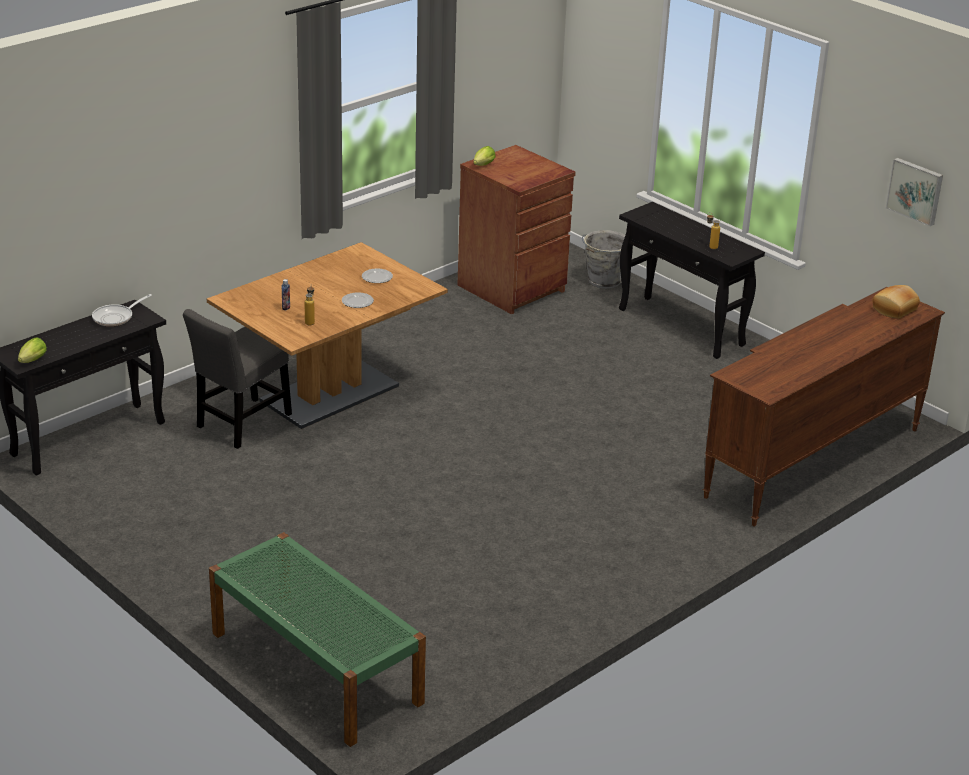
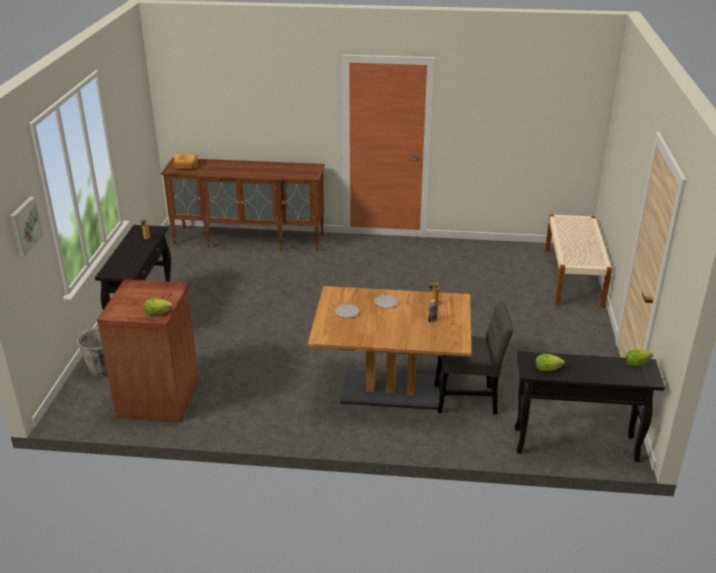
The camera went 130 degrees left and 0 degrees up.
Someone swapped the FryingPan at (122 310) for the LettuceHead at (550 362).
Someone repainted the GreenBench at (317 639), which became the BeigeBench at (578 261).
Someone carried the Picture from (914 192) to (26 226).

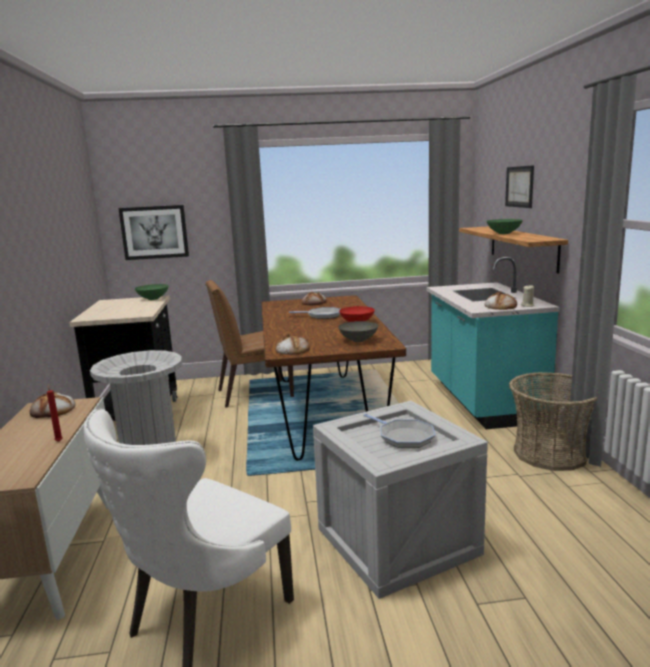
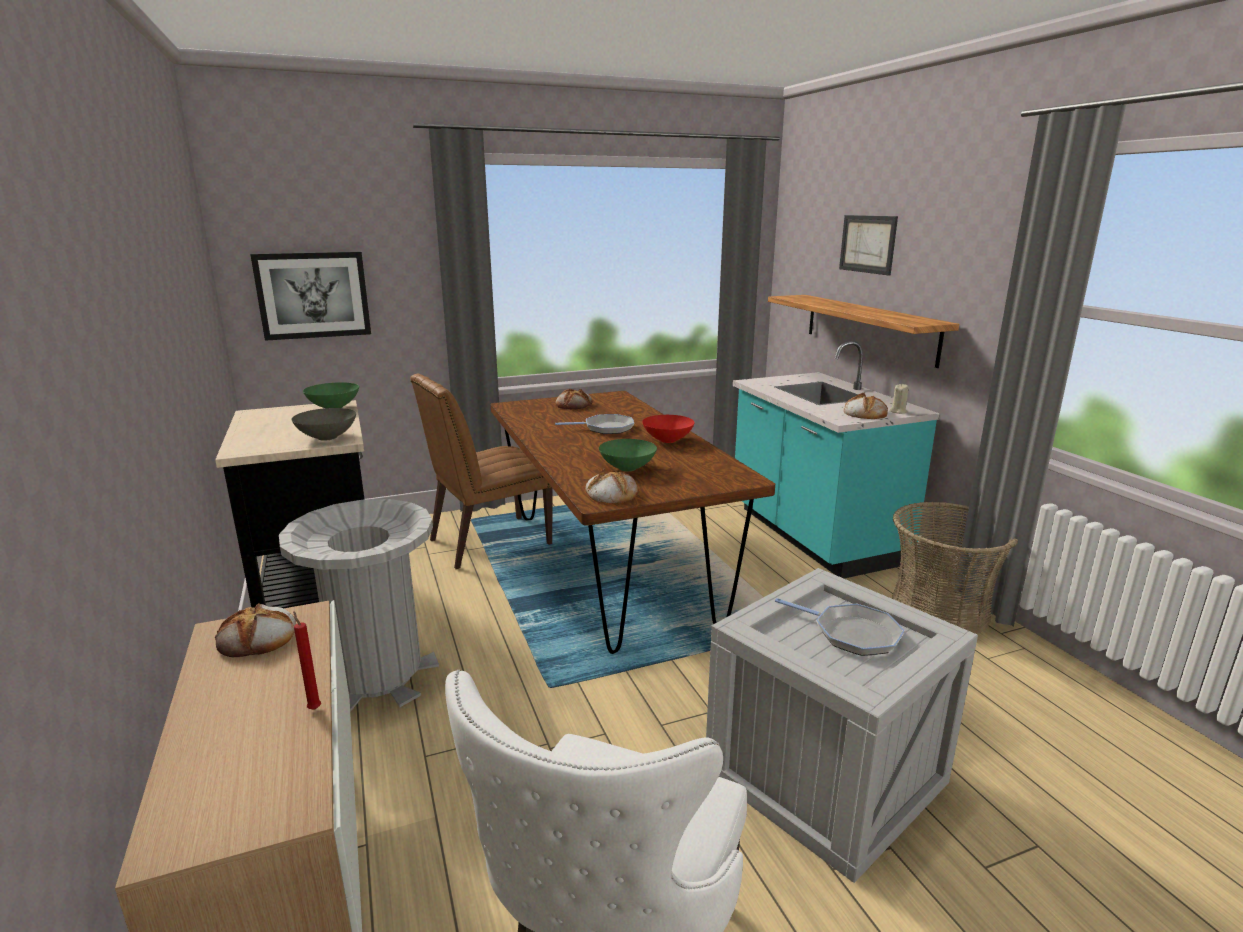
The camera went 15 degrees left and 5 degrees up.
Someone carried the GreyishDeepDish from (358 331) to (323 424).
Someone carried the GreenDeepDish from (505 226) to (628 455).

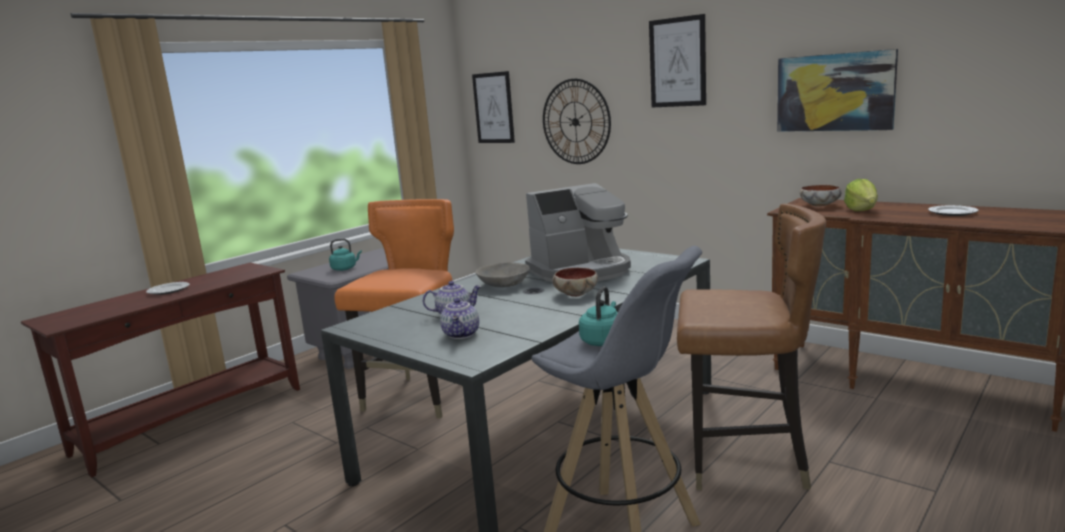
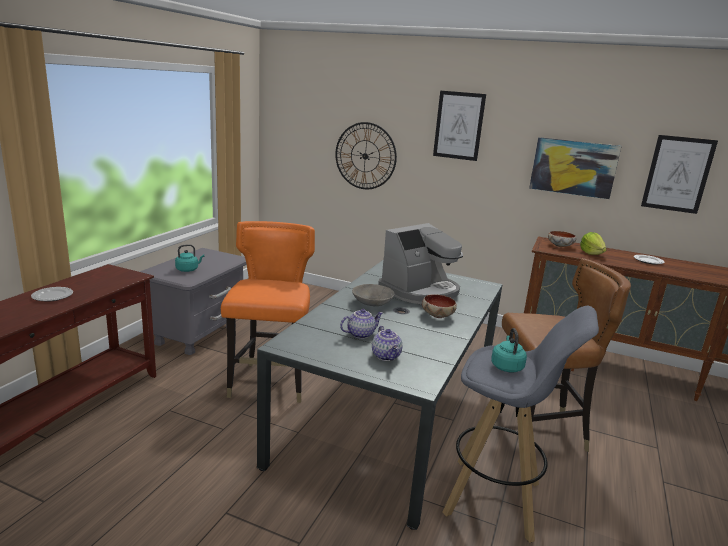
The camera went 20 degrees left and 5 degrees up.
Someone carried the Picture from (493 107) to (679 174).

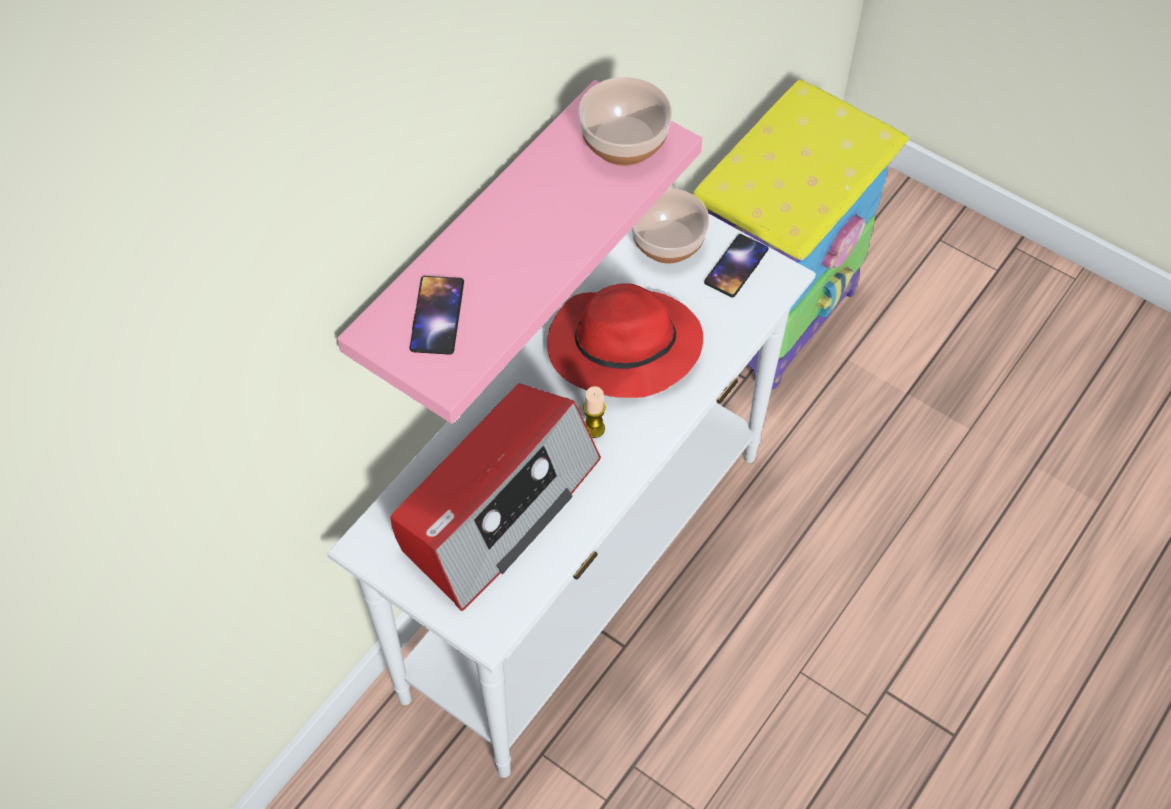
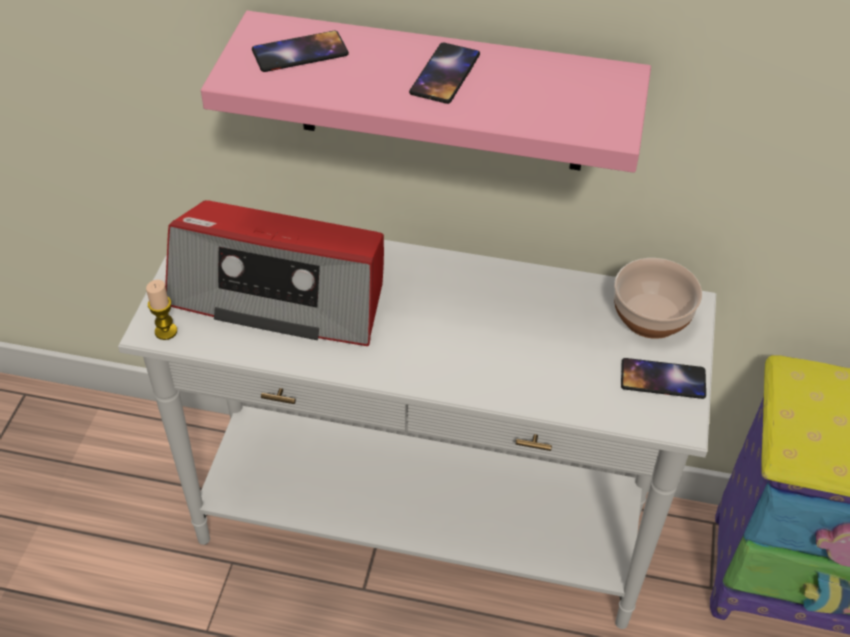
The camera went 65 degrees right and 10 degrees down.
Someone took away the RedColouredWearableHat at (625 340).
Someone took away the DeepDish at (625 121).
Someone carried the WaxLight from (594 412) to (161 309).
Someone put down the Handset at (444 73).

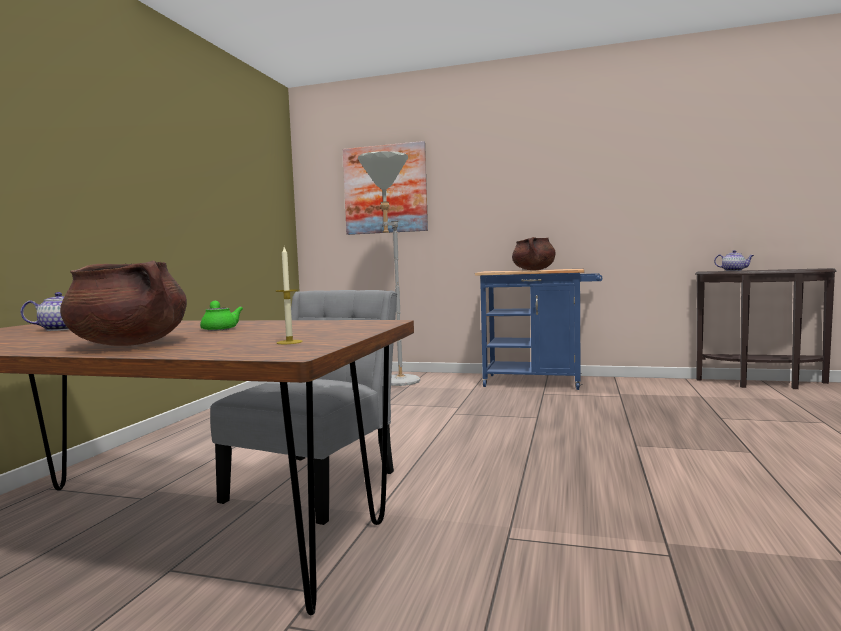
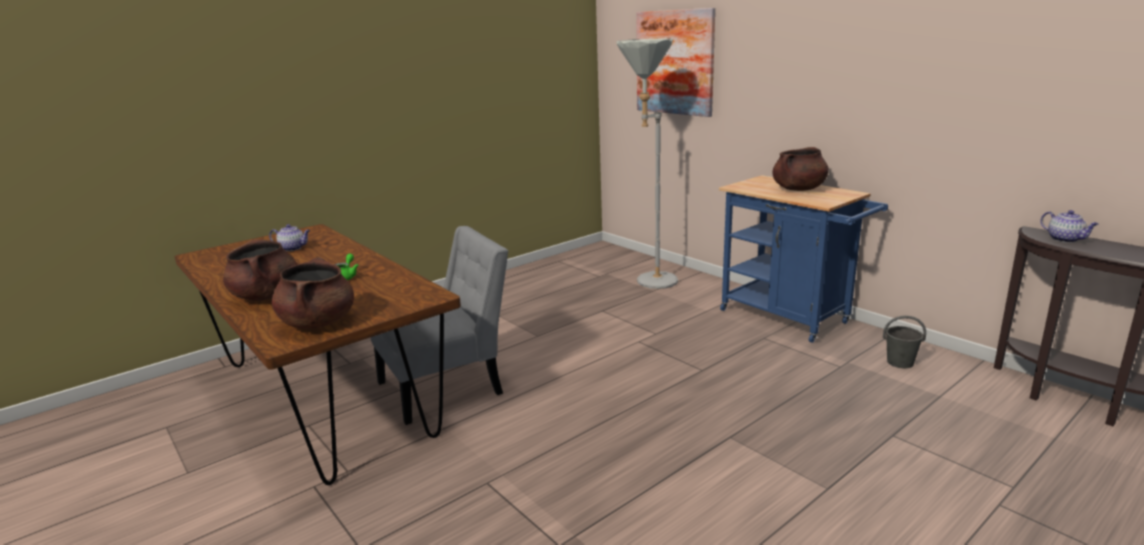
The camera went 35 degrees right and 15 degrees up.
Someone swapped the WaxLight at (289 295) for the BrownColouredCookingPot at (313 293).
Someone put down the GreyishWaterBucket at (904 342).

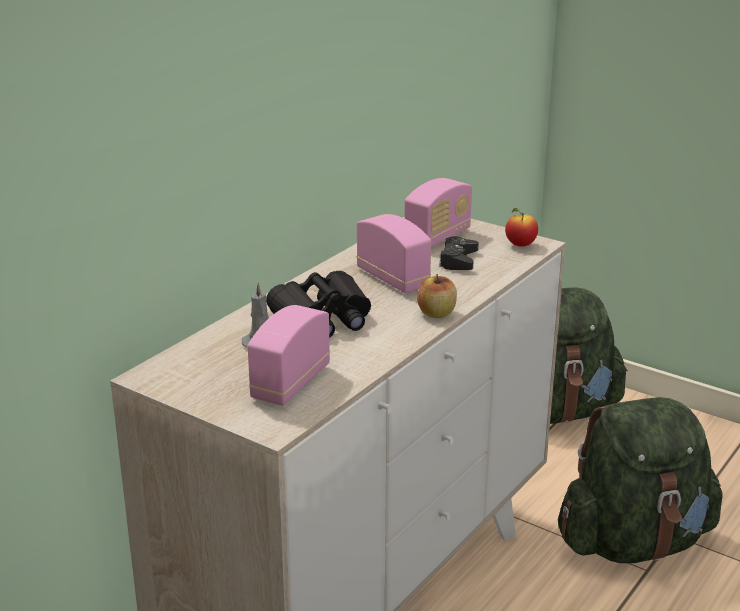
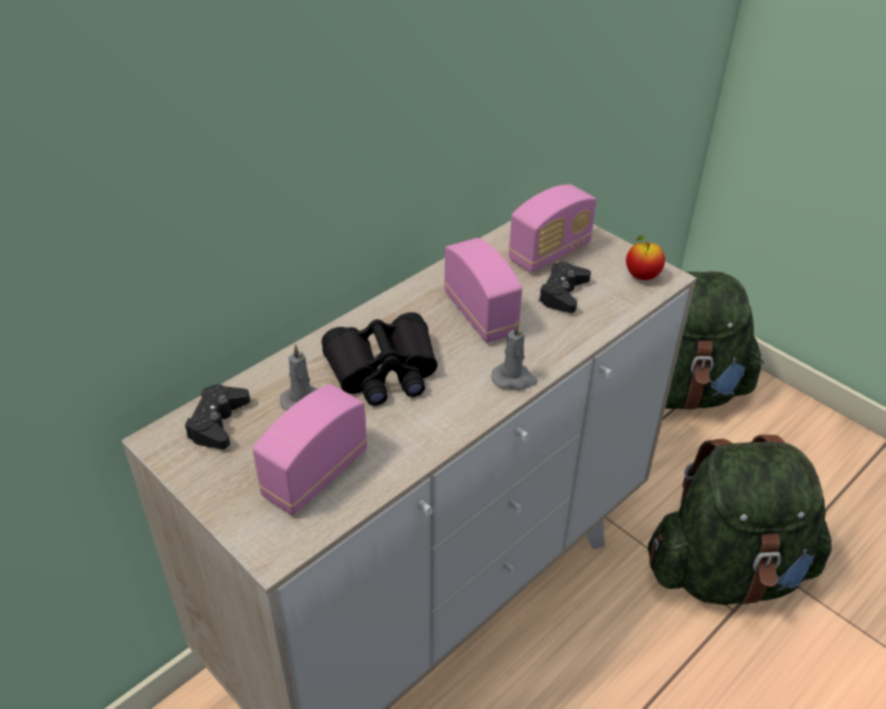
The camera went 10 degrees right and 15 degrees up.
Someone swapped the AppleFruit at (437 296) for the GreyishWaxLight at (514 355).
Someone put down the BlackGameController at (217 416).

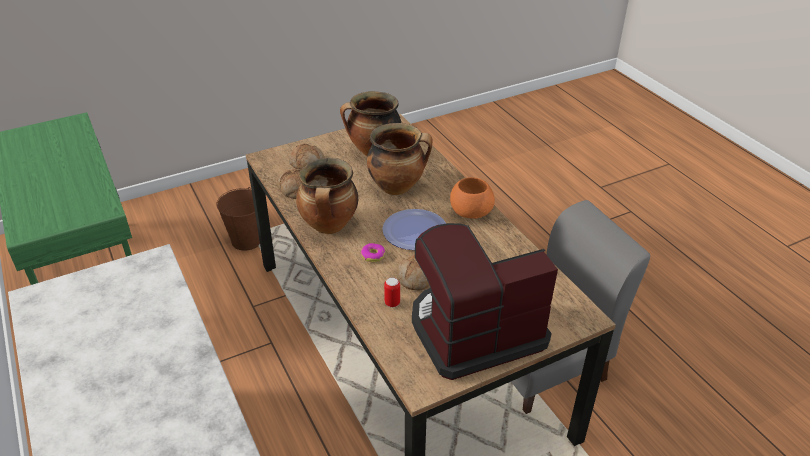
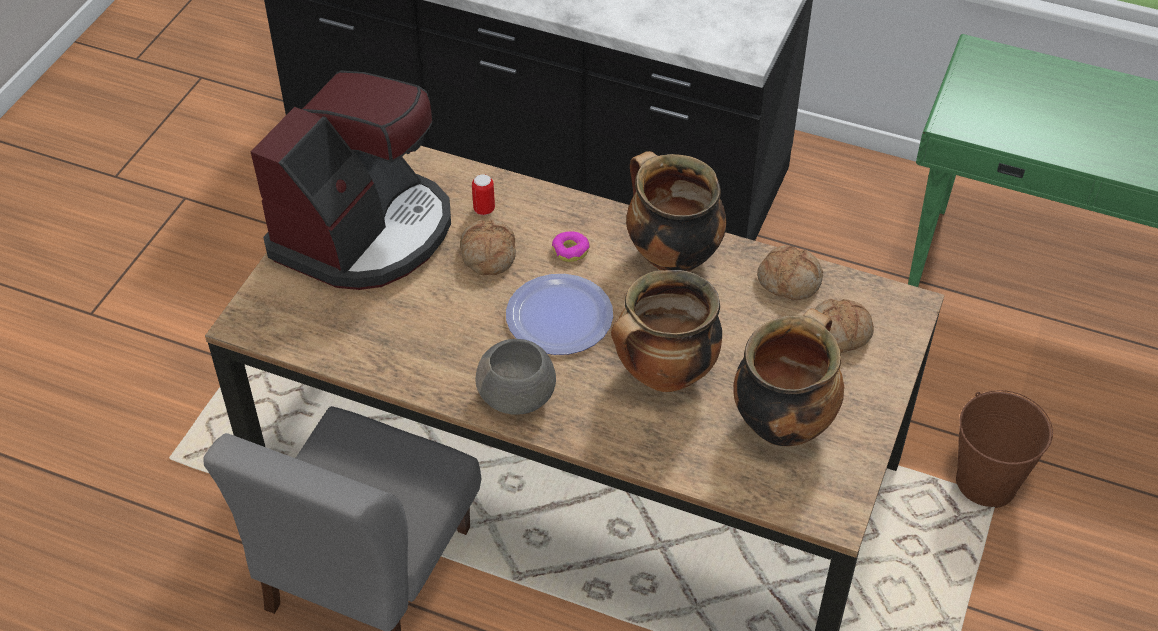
The camera went 140 degrees right and 10 degrees up.
Someone repainted the OrangeDeepDish at (472 198), which became the GreyishDeepDish at (516 377).

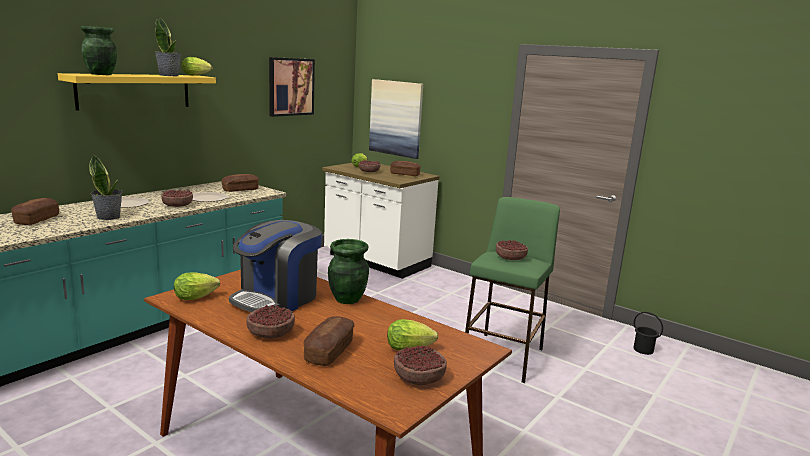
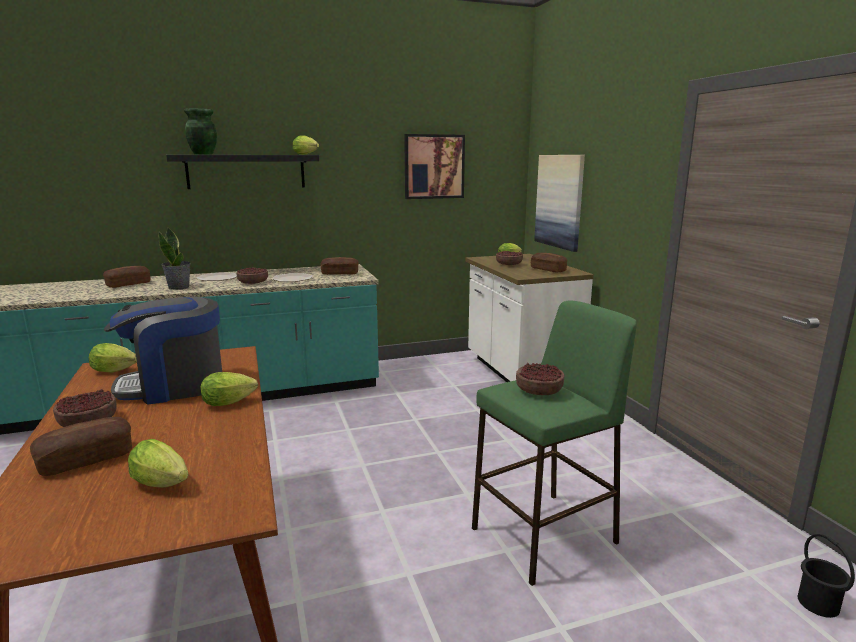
The camera went 35 degrees right and 0 degrees up.
Someone repainted the YellowColouredBracketShelf at (137 92), which became the BlackBracketShelf at (242 172).
Someone took away the PottedPlant at (167 46).
Someone swapped the GreenFlowerVase at (348 271) for the LettuceHead at (229 389).
Someone took away the DeepDish at (420 365).

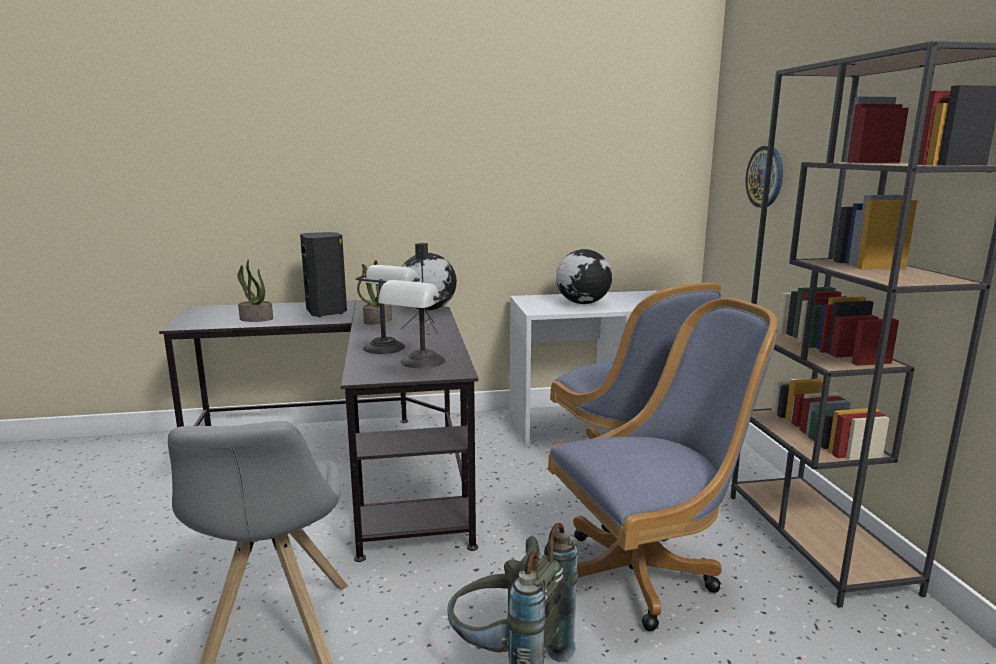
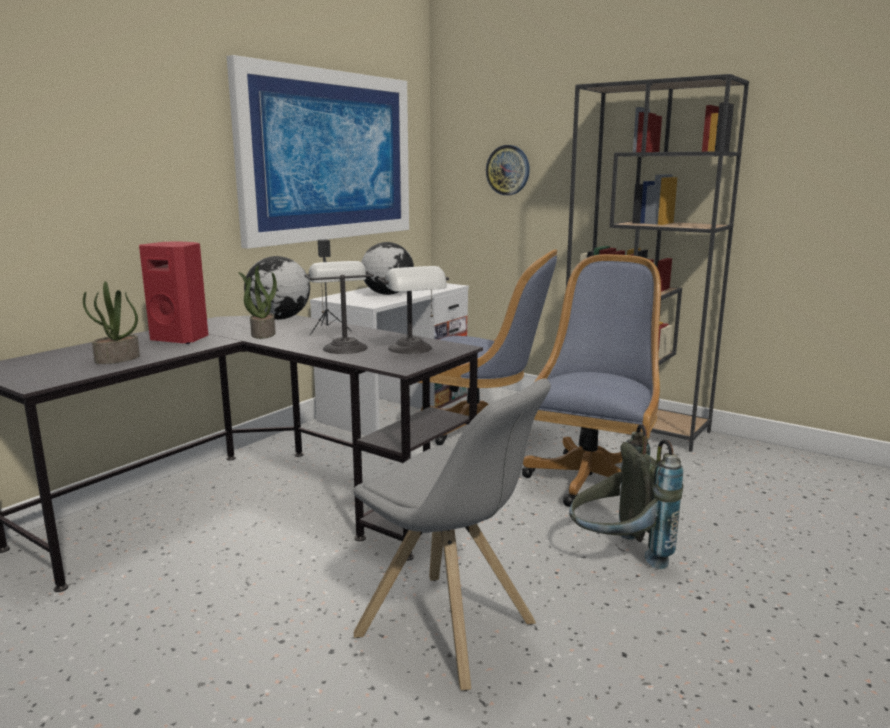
The camera went 45 degrees left and 0 degrees up.
Someone repainted the BlackSpeaker at (323 274), which became the RedColouredSpeaker at (173 292).
Someone put up the Picture at (318 152).

